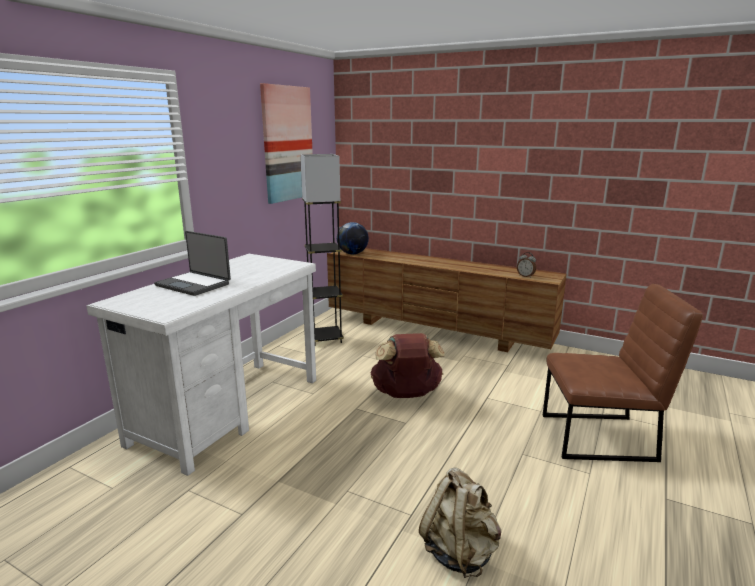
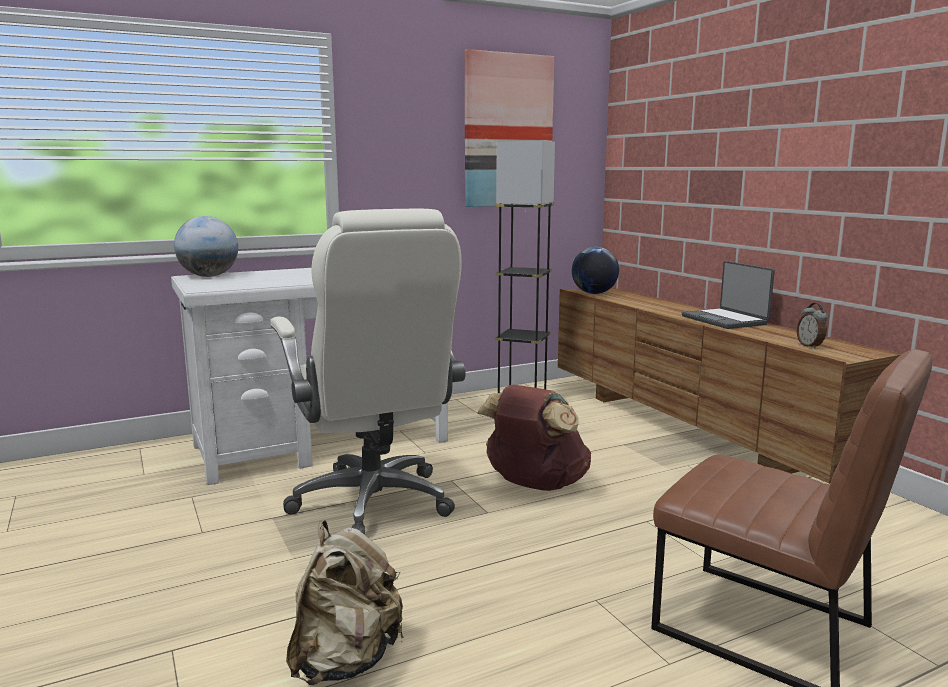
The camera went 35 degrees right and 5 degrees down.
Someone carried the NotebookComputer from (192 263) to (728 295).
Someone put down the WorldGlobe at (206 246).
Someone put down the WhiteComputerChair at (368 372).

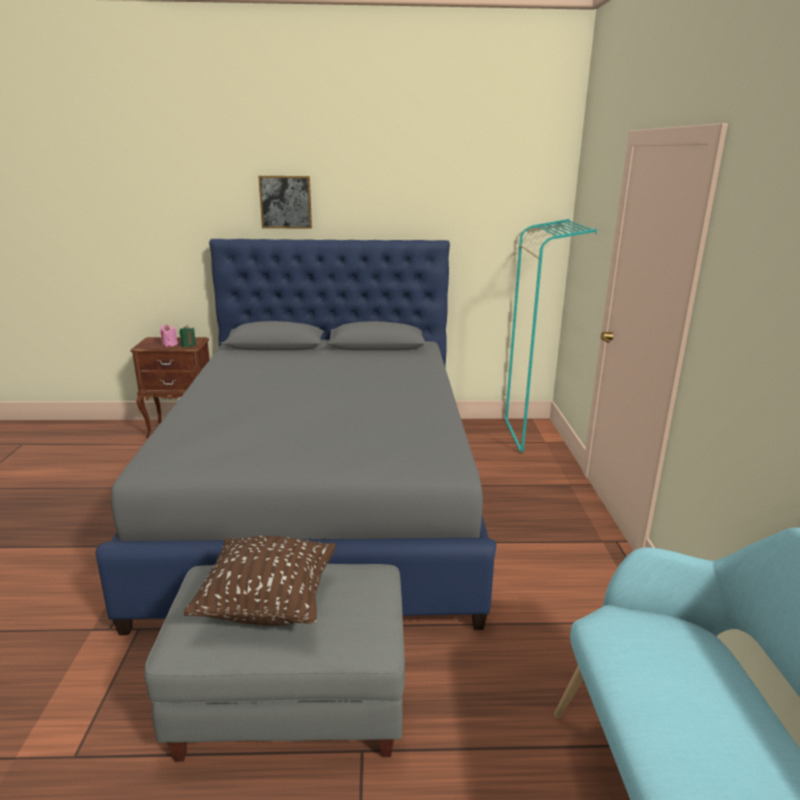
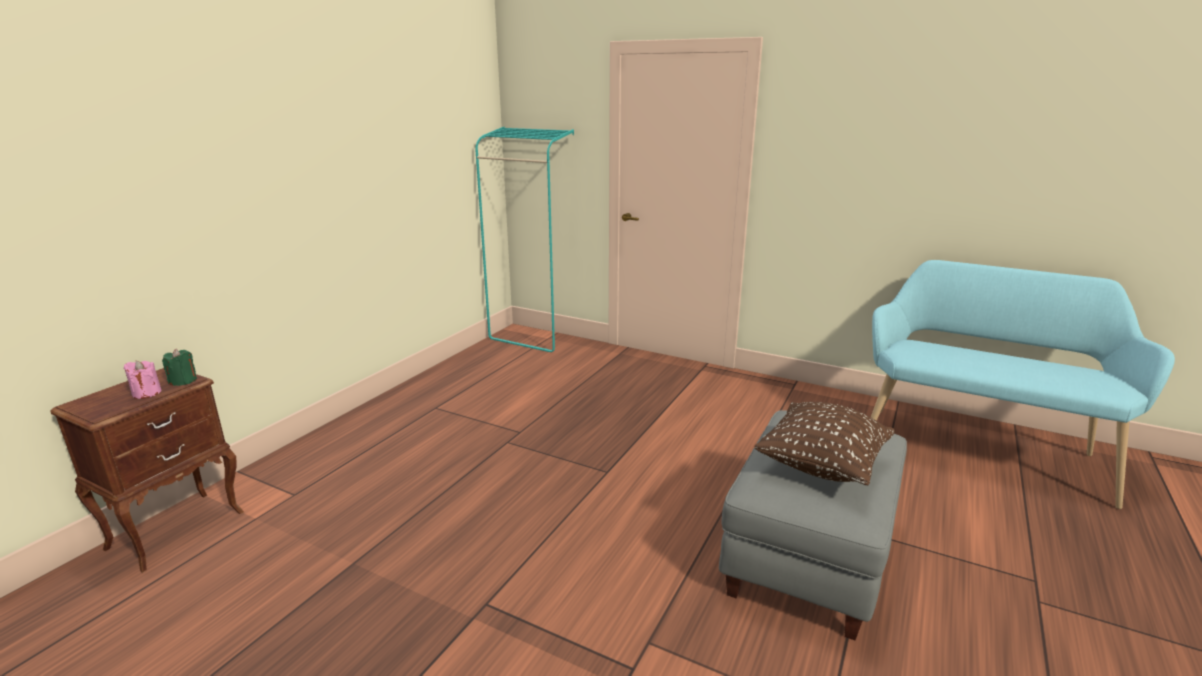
The camera went 60 degrees left and 0 degrees up.
Someone took away the GreyishBed at (296 437).
Someone took away the Picture at (285 202).

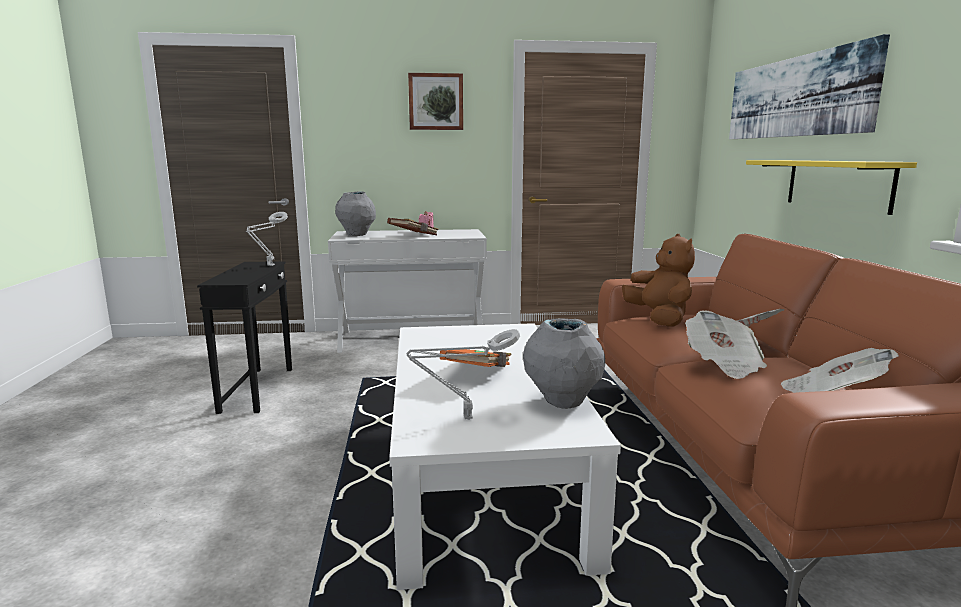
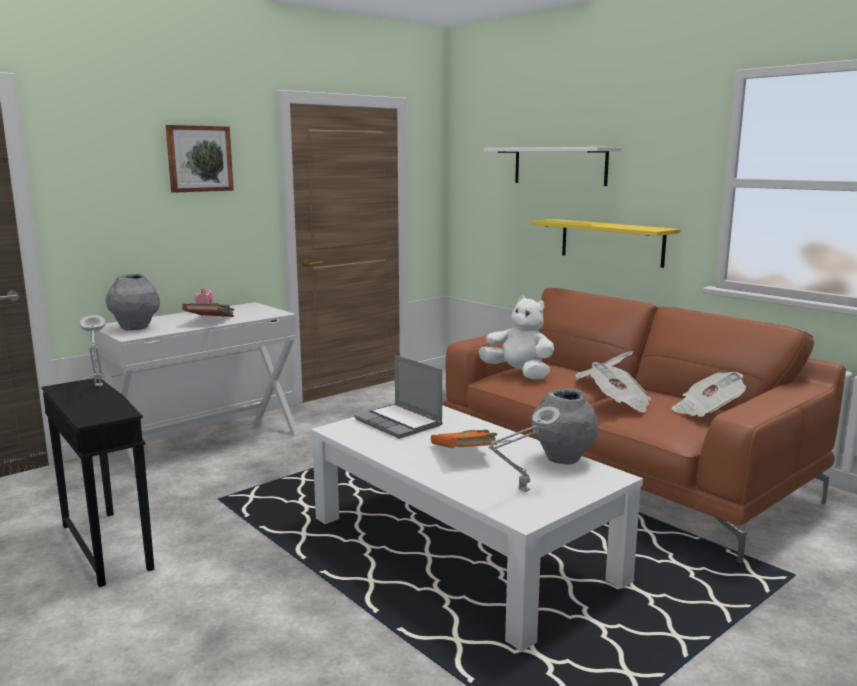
The camera went 35 degrees left and 0 degrees up.
Someone repainted the BrownColouredPlushToy at (658 280), which became the WhitePlushToy at (516 337).
Someone swapped the Picture at (809 86) for the WhiteBracketShelf at (552 166).
Someone put down the NotebookComputer at (398 397).

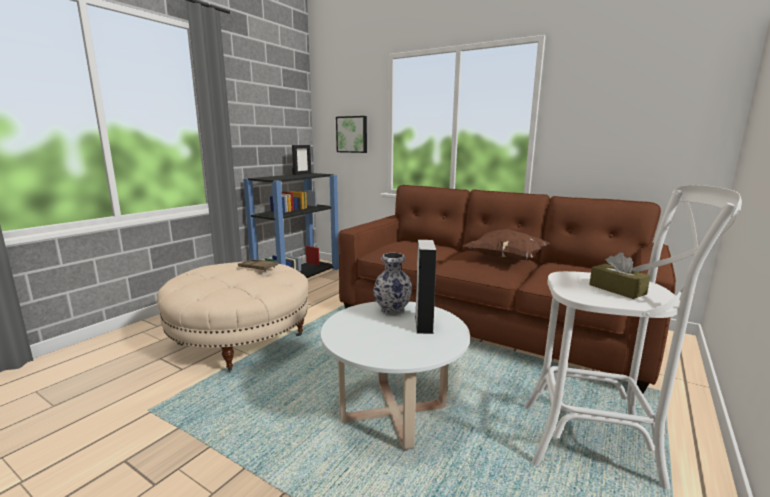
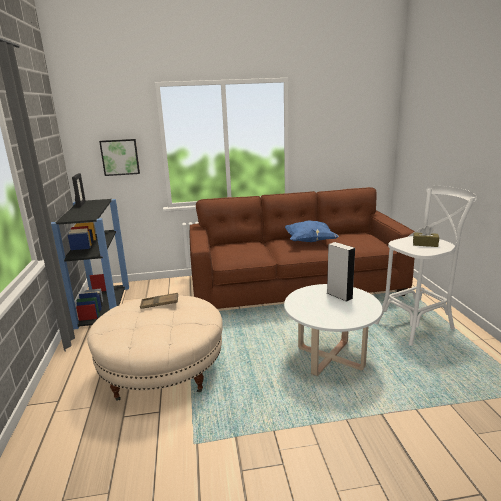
The camera went 40 degrees left and 5 degrees up.
Someone took away the FlowerVase at (392 284).
Someone repainted the BrownColouredCushion at (506 245), which became the BlueCushion at (312 231).

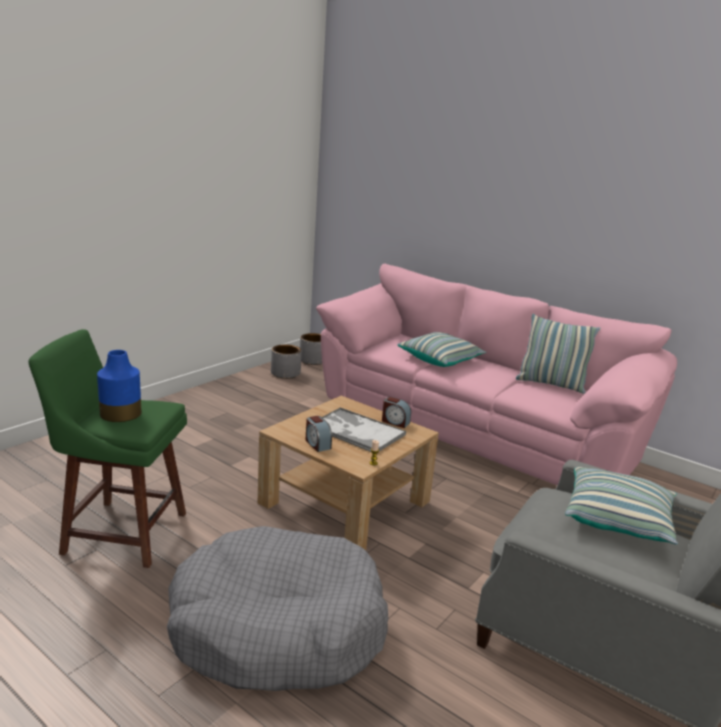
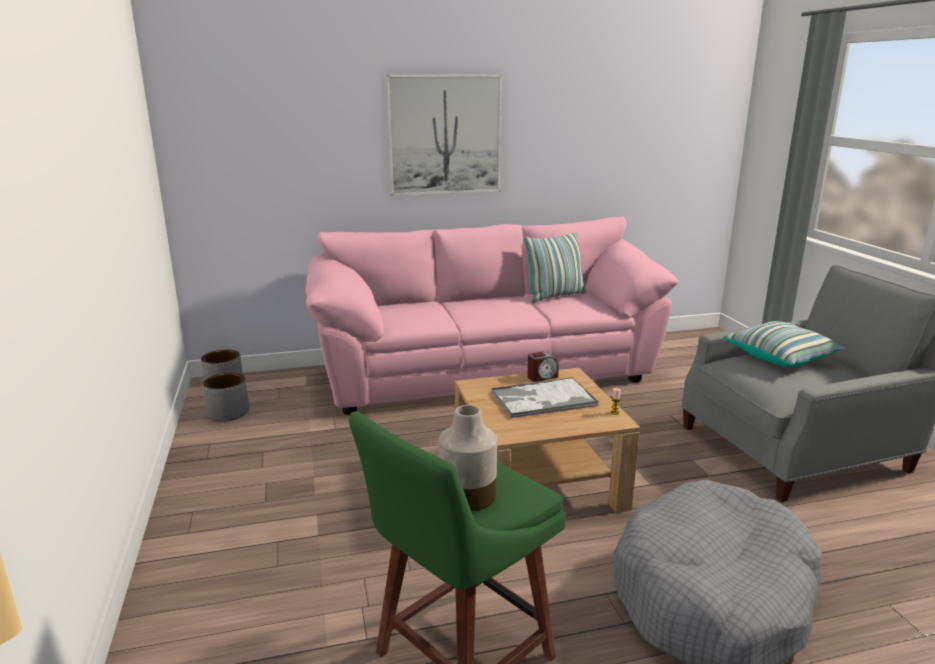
The camera went 50 degrees left and 0 degrees up.
Someone repainted the BlueFlowerVase at (119 386), which became the BeigeFlowerVase at (468 458).
Someone took away the AlarmClock at (318 434).
Someone took away the Cushion at (442 349).
Someone put up the Picture at (444 135).

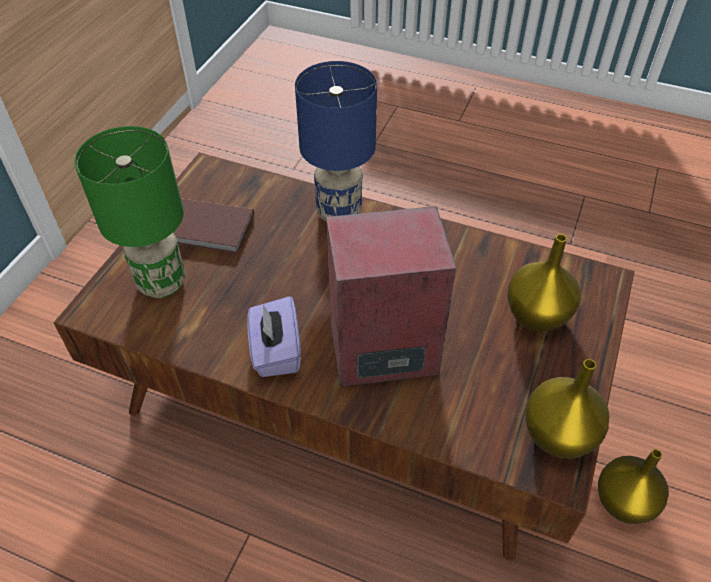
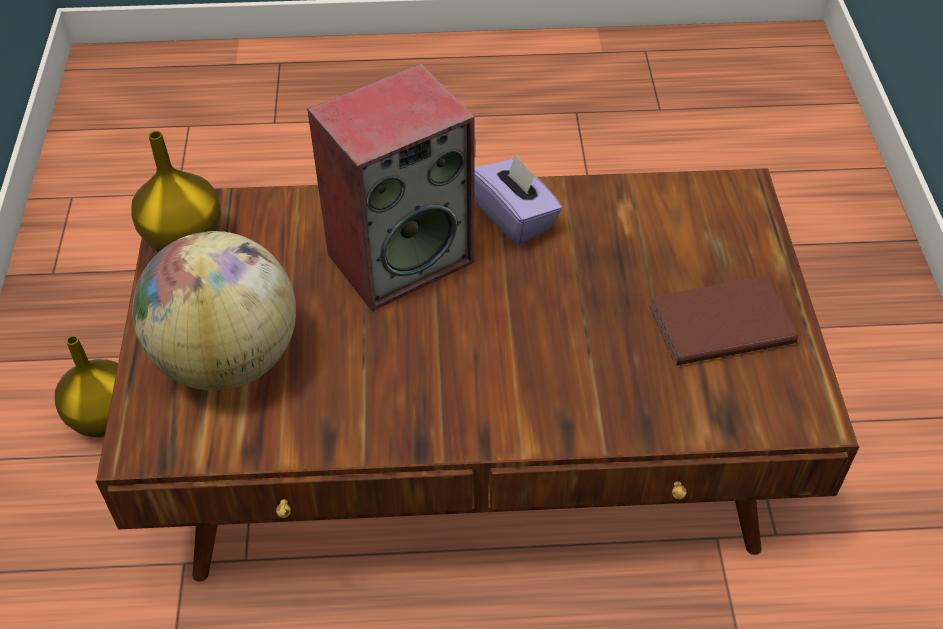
The camera went 155 degrees right and 0 degrees up.
Someone took away the GreenTabletopLamp at (130 212).
Someone took away the BlueTabletopLamp at (336 141).
Someone swapped the YellowColouredFlowerVase at (543 283) for the WorldGlobe at (214 311).

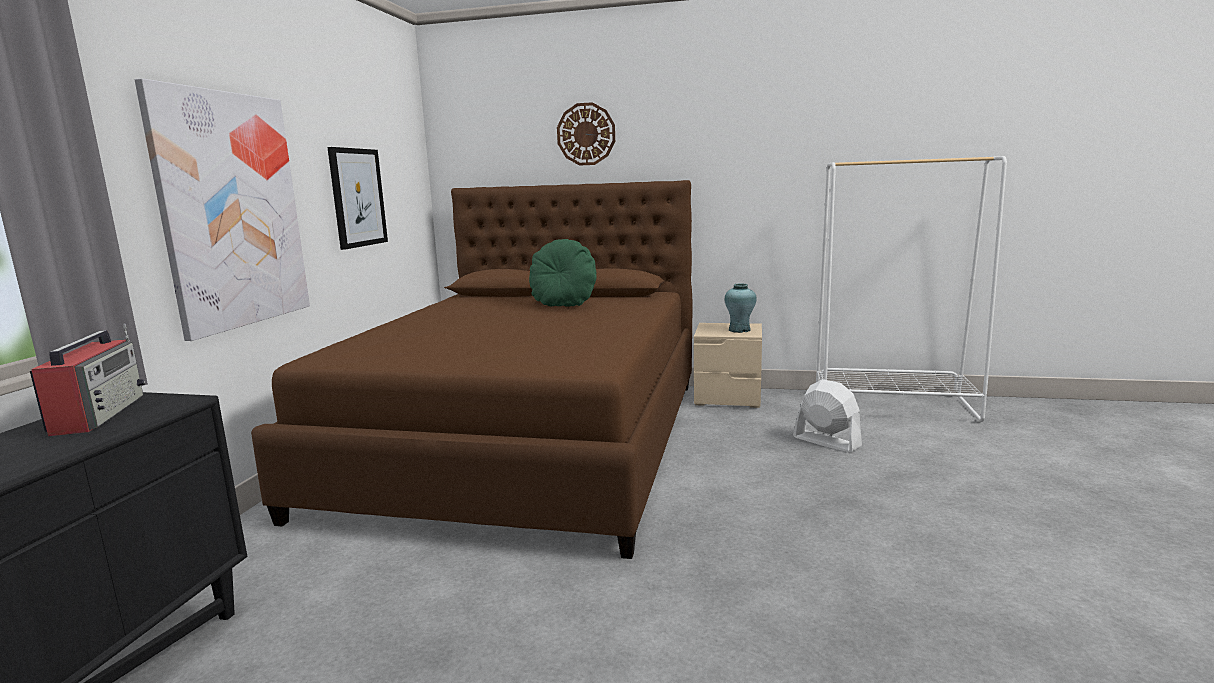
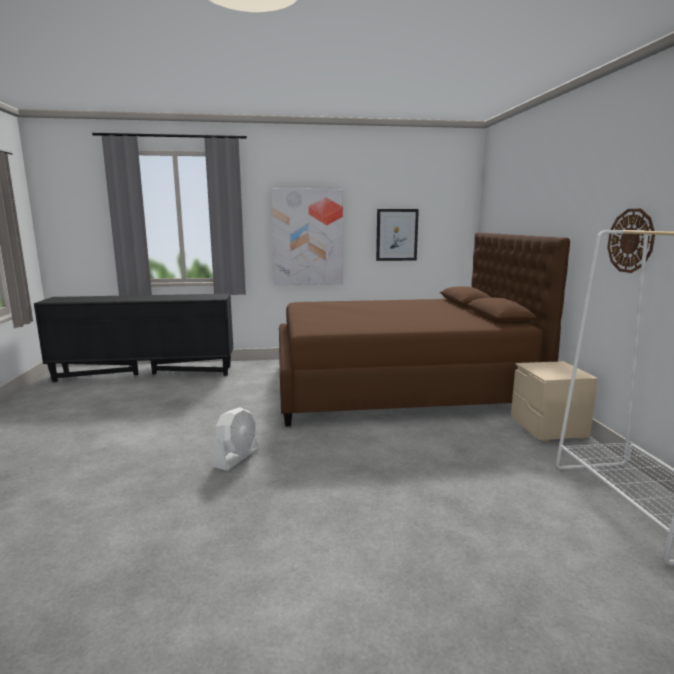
The camera went 70 degrees right and 0 degrees up.
Someone took away the RadioSet at (87 380).
Someone took away the GreenCushion at (563 273).
Someone carried the HangingClock from (586 134) to (631 241).
Someone took away the TurquoiseColouredFlowerVase at (741 308).
Someone carried the WhiteElectricFan from (827 415) to (235 439).

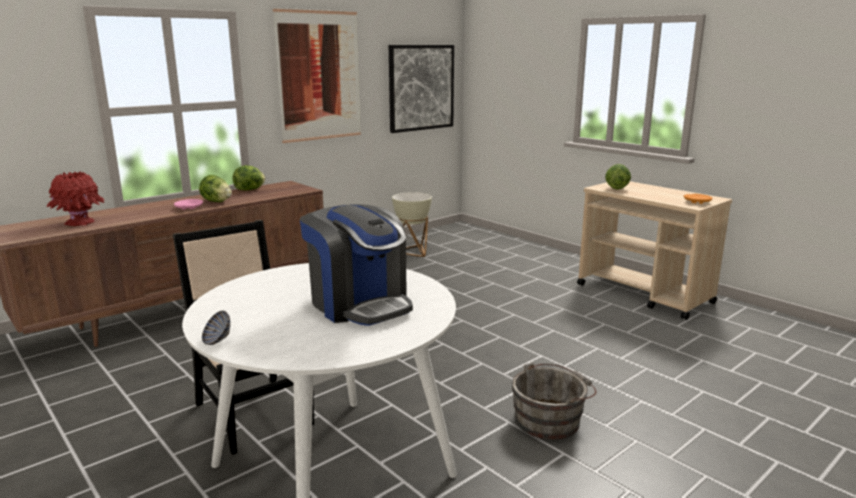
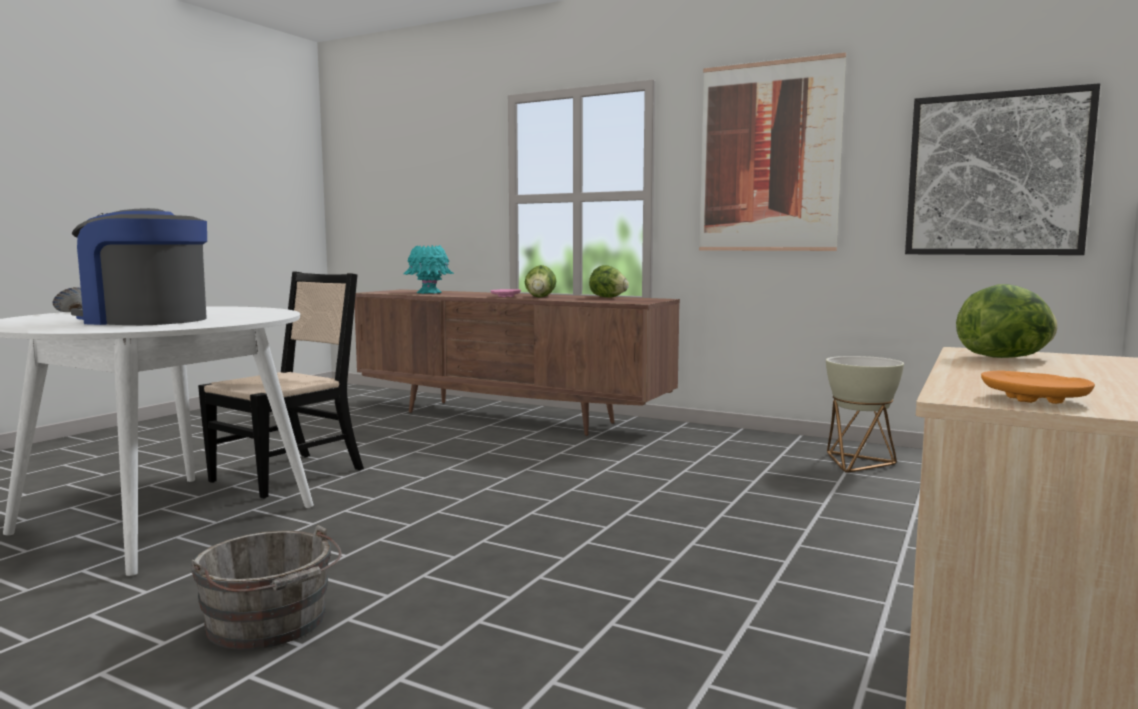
The camera went 70 degrees right and 10 degrees down.
Someone repainted the RedColouredFlowerVase at (76 198), which became the TurquoiseColouredFlowerVase at (428 269).
Someone rotated the CoffeeMachine at (356 265) by 75 degrees clockwise.

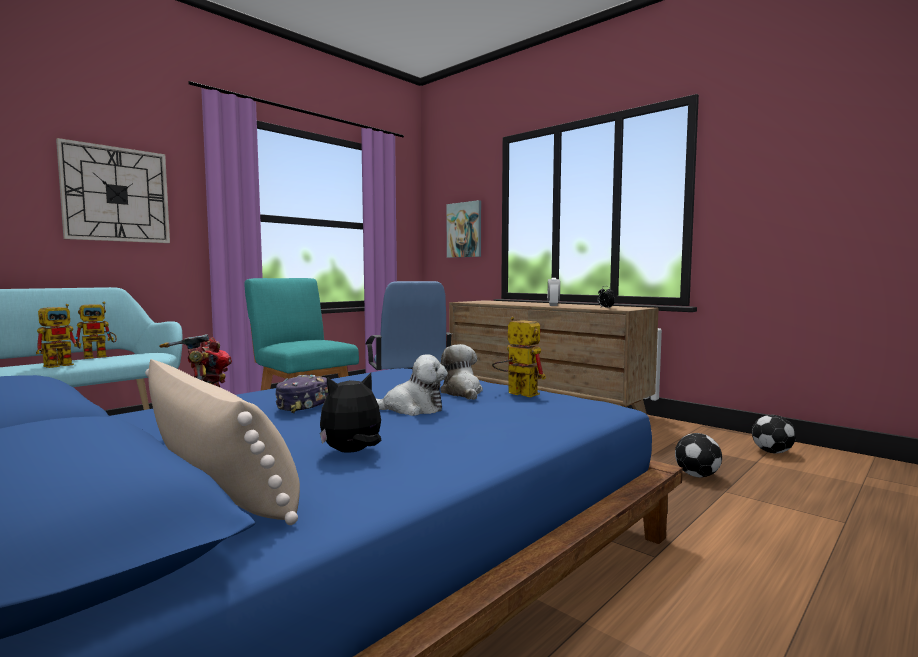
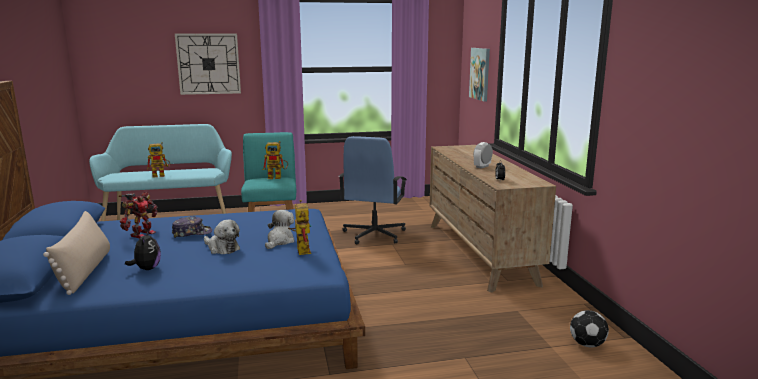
The camera went 35 degrees right and 10 degrees up.
Someone carried the ToyRobot from (96 330) to (275 160).
Someone rotated the PlushToy at (351 413) by 75 degrees clockwise.
Someone took away the Football at (698 455).

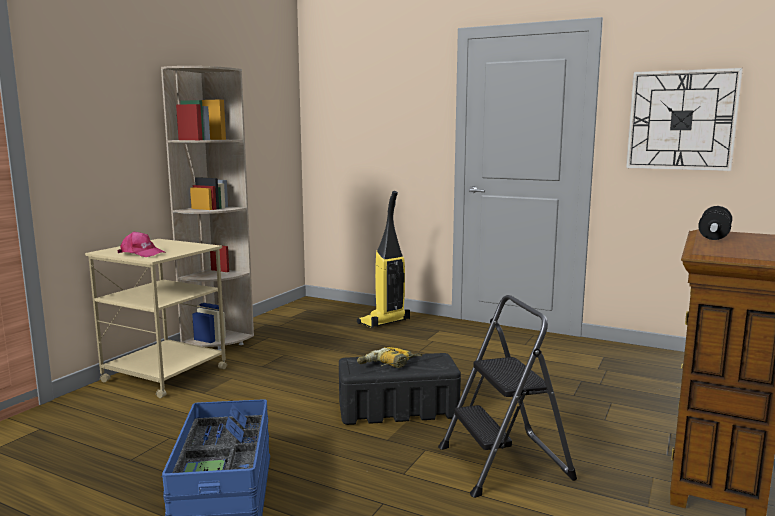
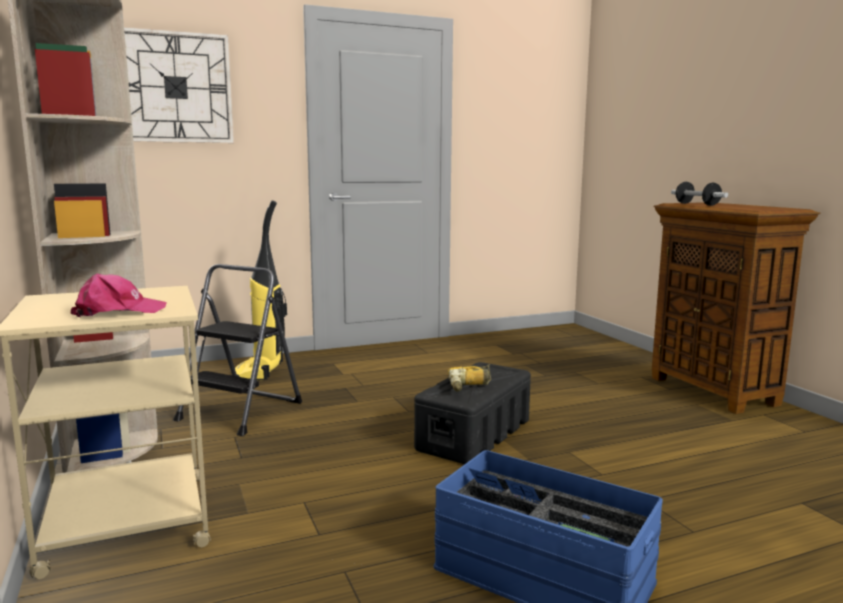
The camera went 50 degrees left and 0 degrees up.
Someone carried the BlackStepladder from (507 396) to (237 350).
Someone carried the HangingClock from (684 119) to (179 85).

